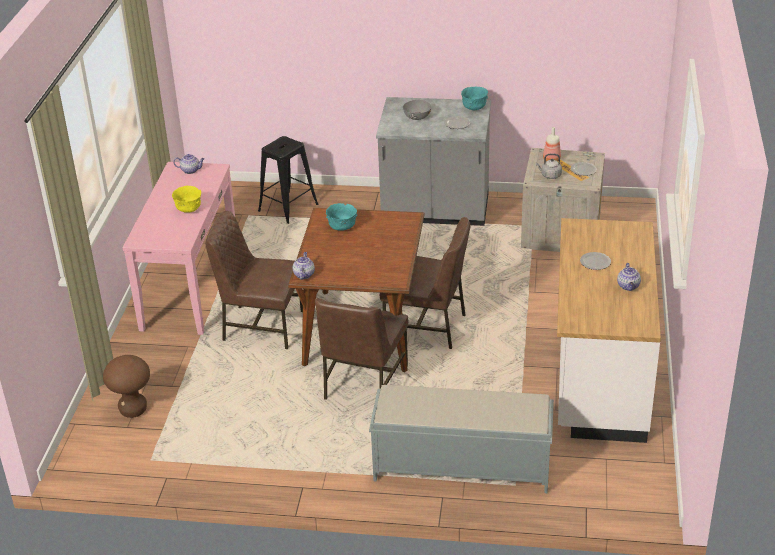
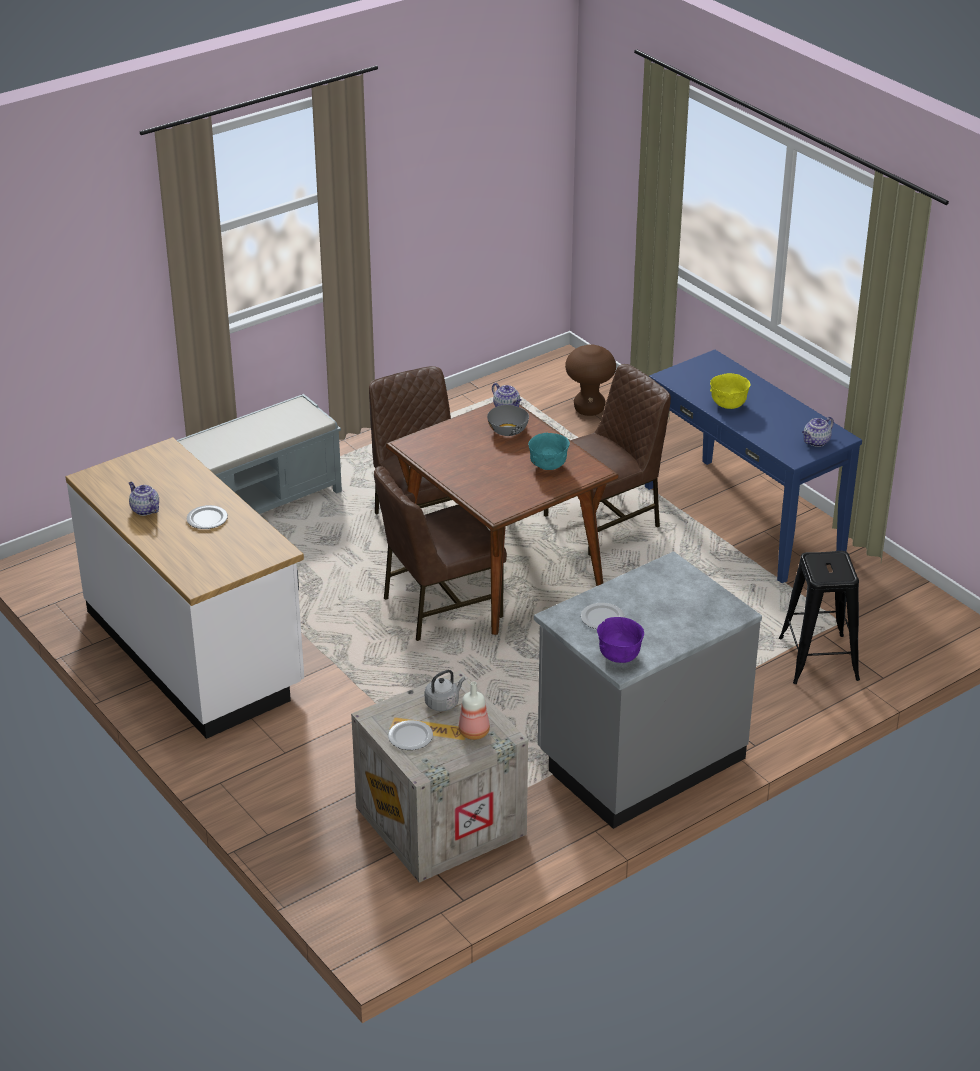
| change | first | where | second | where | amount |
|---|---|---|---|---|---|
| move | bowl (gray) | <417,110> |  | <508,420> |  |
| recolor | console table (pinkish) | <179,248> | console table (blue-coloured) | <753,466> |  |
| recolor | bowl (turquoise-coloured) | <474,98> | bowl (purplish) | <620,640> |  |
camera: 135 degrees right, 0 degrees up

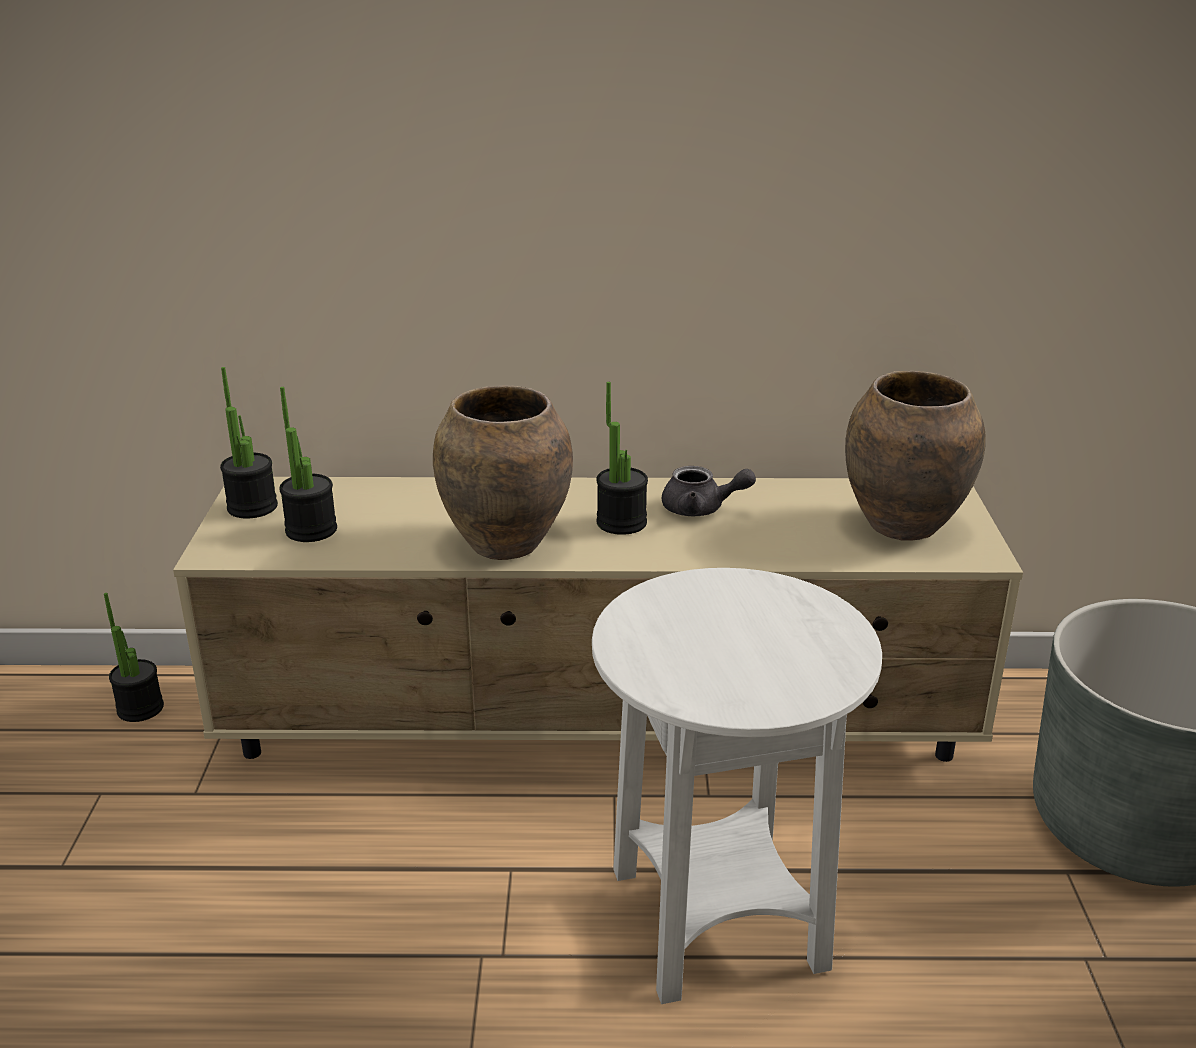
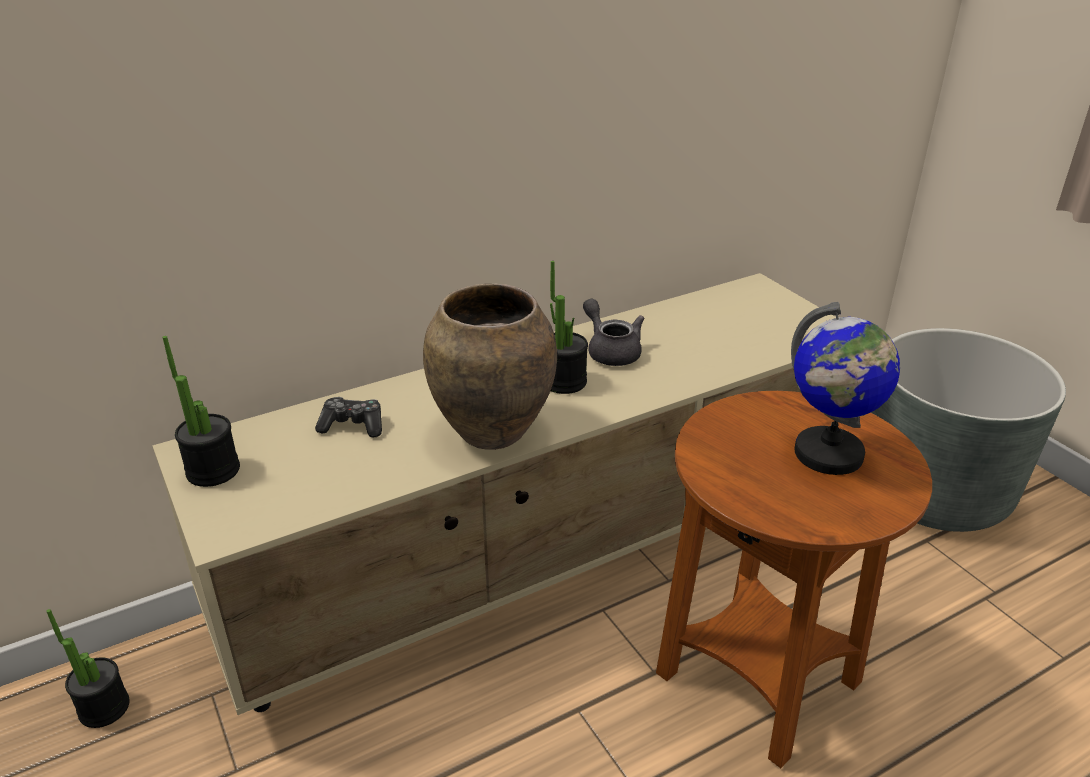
| change | first | where | second | where | amount |
|---|---|---|---|---|---|
| delete | houseplant | <308,464> |  |  |  |
| delete | flower vase (brownish) | <915,456> |  |  |  |
| insert |  |  | joypad | <348,417> |  |
| insert |  |  | desk globe | <845,388> |  |
| recolor | end table (white-coloured) | <737,786> | end table (brownish) | <794,579> |  |
| rotate | tea pot (gray) | <709,491> |  | <613,332> | 105 degrees counterclockwise |
camera: 30 degrees left, 5 degrees up

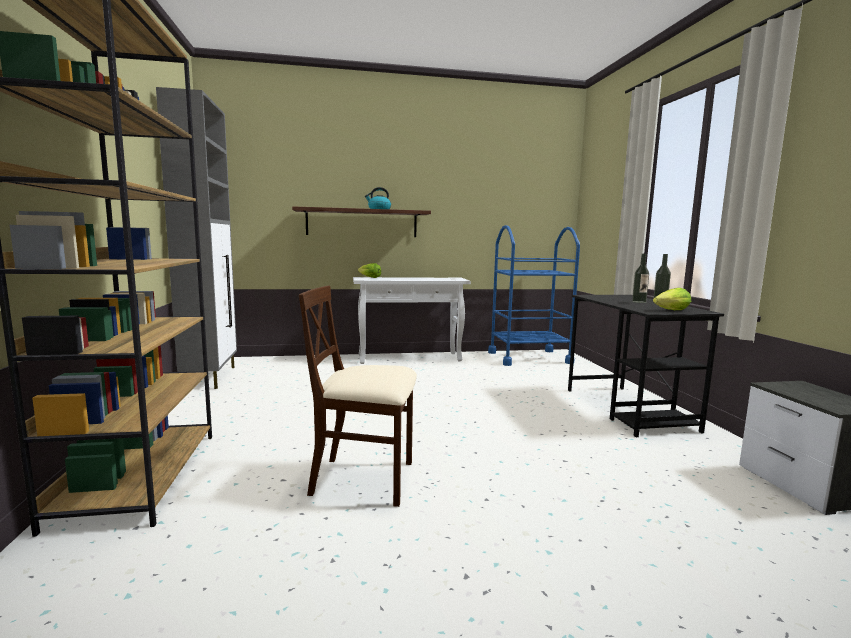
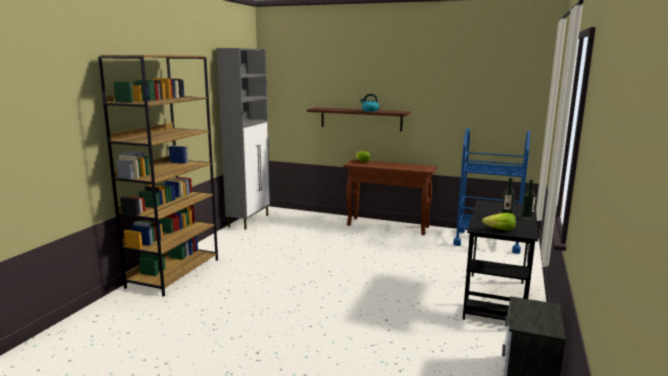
| change | first | where | second | where | amount |
|---|---|---|---|---|---|
| delete | plain chair (beige) | <358,396> |  |  |  |
| recolor | console table (white-coloured) | <412,320> | console table (brownish) | <390,197> |  |
camera: 30 degrees right, 5 degrees up

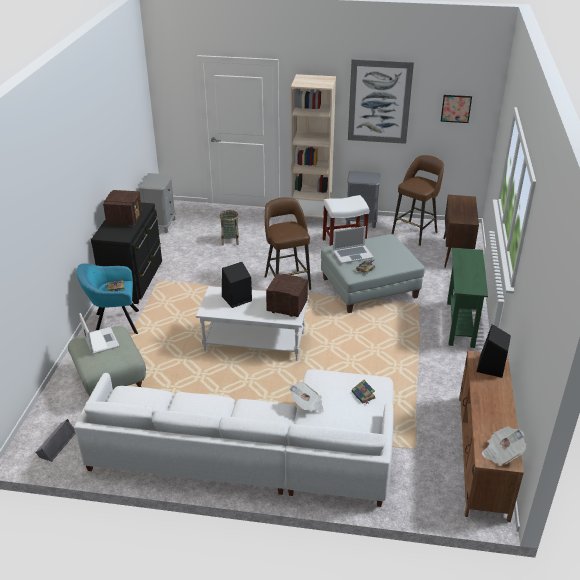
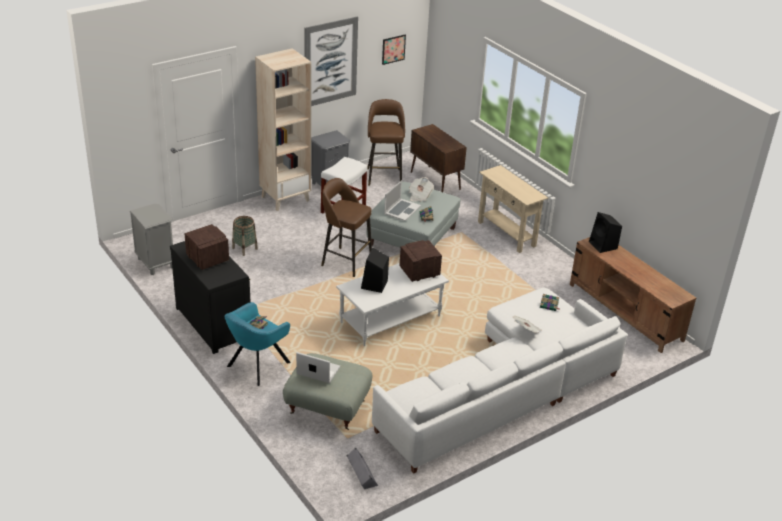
| change | first | where | second | where | amount |
|---|---|---|---|---|---|
| move | daily paper | <504,446> |  | <421,189> |  |
| recolor | console table (greenish) | <467,298> | console table (beige) | <513,209> |  |
camera: 45 degrees left, 0 degrees up

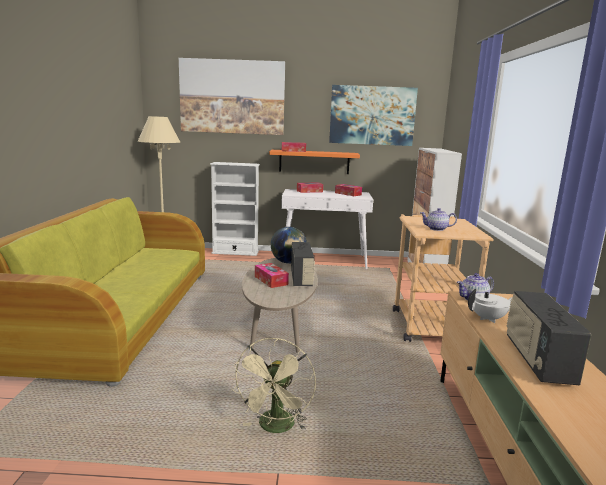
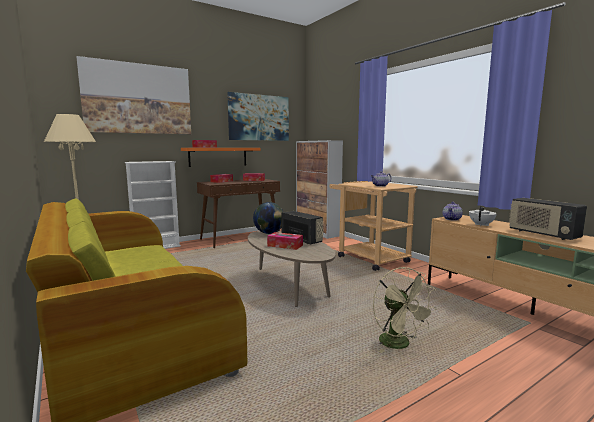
| change | first | where | second | where | amount |
|---|---|---|---|---|---|
| recolor | console table (white-coloured) | <327,229> | console table (brownish) | <238,213> |  |
camera: 35 degrees left, 5 degrees down

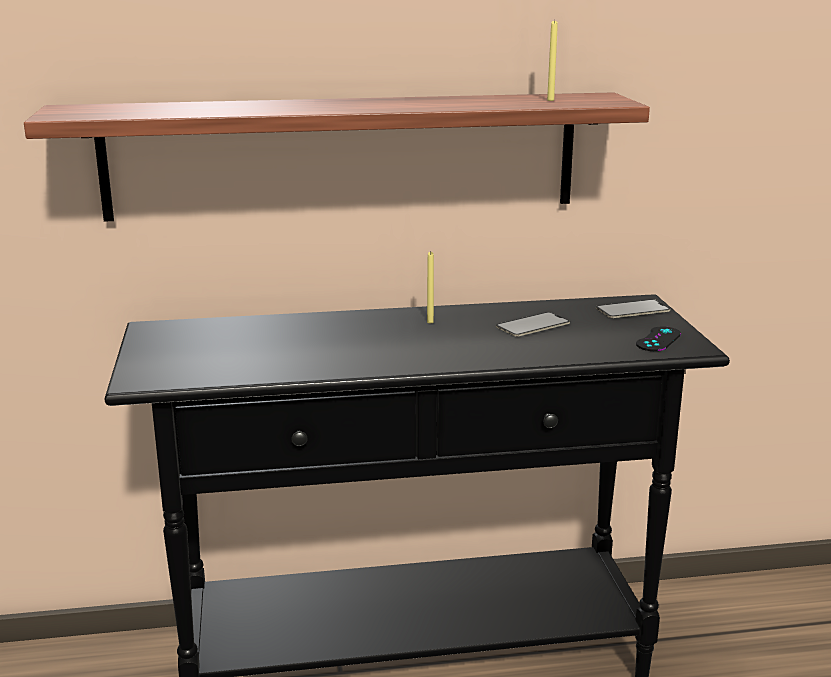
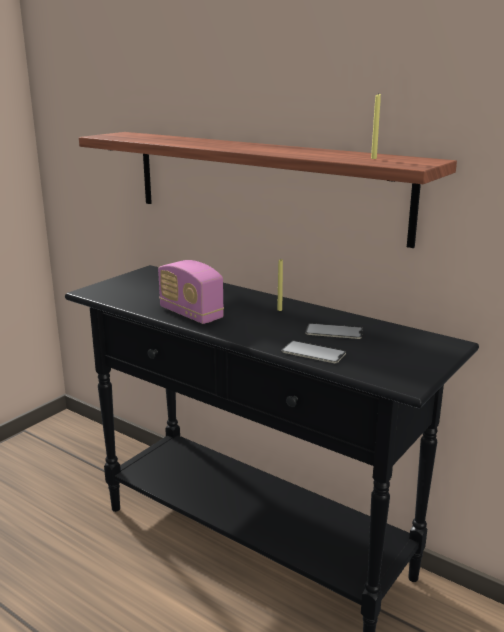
| change | first | where | second | where | amount |
|---|---|---|---|---|---|
| delete | joypad (black-coloured) | <658,338> |  |  |  |
| insert |  |  | radio receiver | <191,292> |  |
| move | telephone | <633,308> |  | <313,352> |  |
camera: 45 degrees right, 0 degrees up

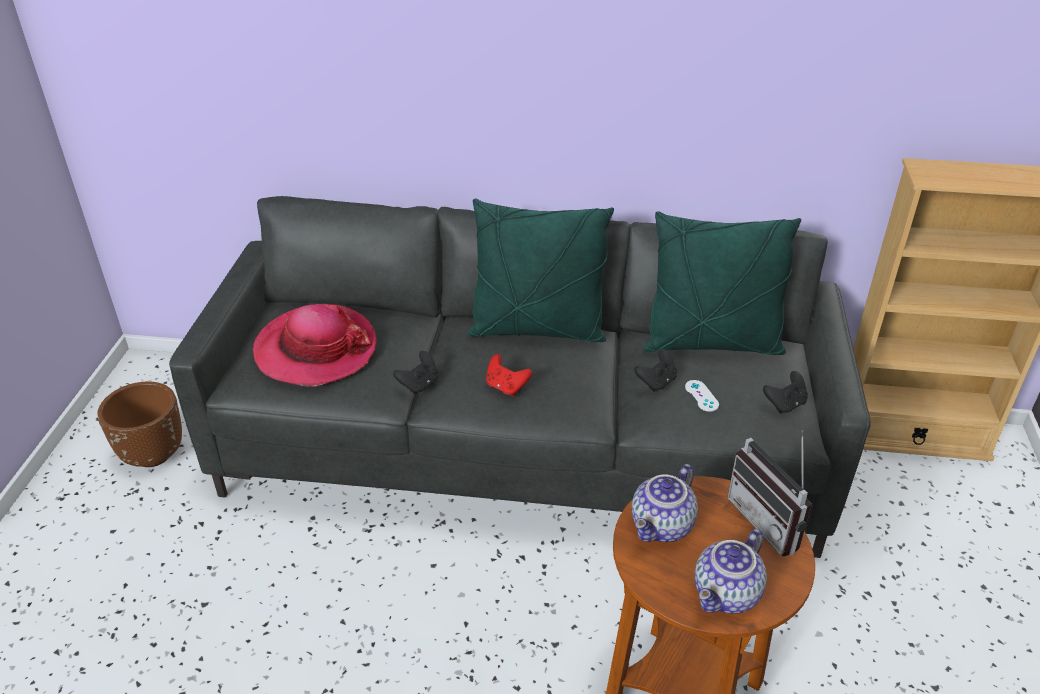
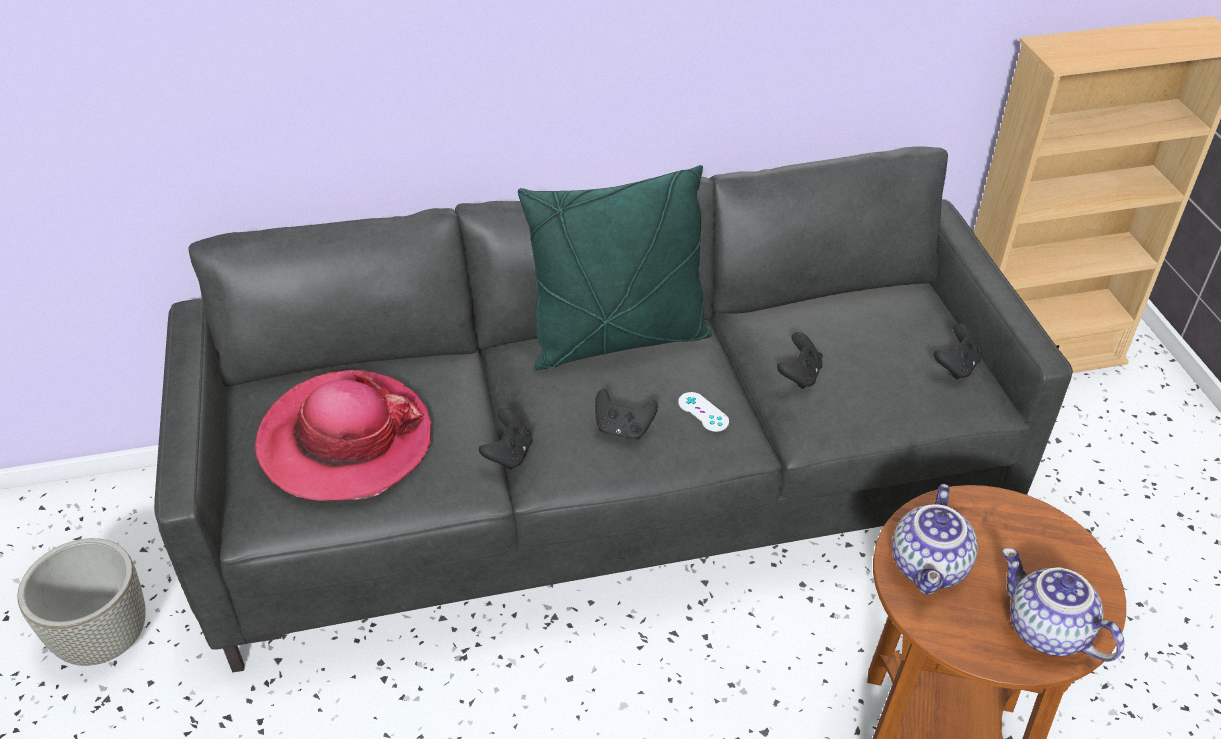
| change | first | where | second | where | amount |
|---|---|---|---|---|---|
| delete | throw pillow (greenish) | <722,283> |  |  |  |
| delete | radio receiver | <769,493> |  |  |  |
| move | joypad (white-coloured) | <702,396> |  | <703,412> |  |
| recolor | flower pot (brownish) | <139,424> | flower pot (gray) | <81,602> |  |
| recolor | joypad (red) | <509,375> | joypad (black-coloured) | <626,414> |  |
| rotate | tea pot | <730,571> |  | <1063,605> | 120 degrees clockwise |
camera: 20 degrees left, 5 degrees up

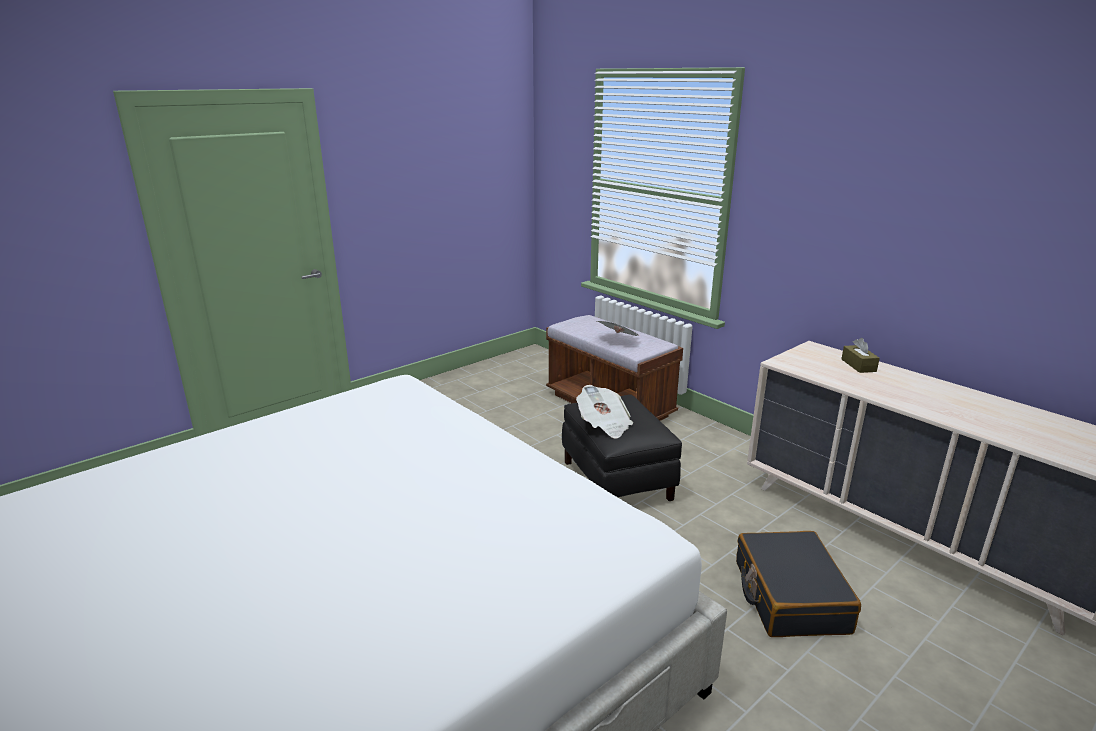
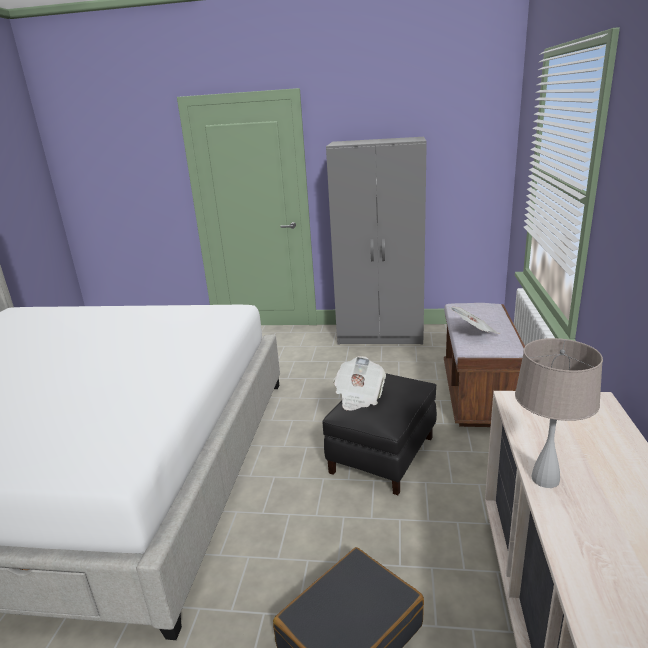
| change | first | where | second | where | amount |
|---|---|---|---|---|---|
| delete | box of tissues (brownish) | <861,355> |  |  |  |
| insert |  |  | clothes cupboard (gray) | <376,240> |  |
| insert |  |  | tabletop lamp (beige) | <559,413> |  |
camera: 50 degrees right, 0 degrees up

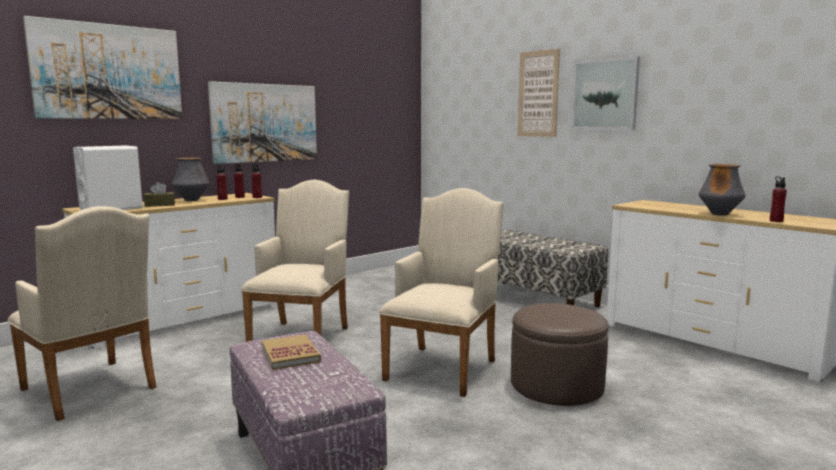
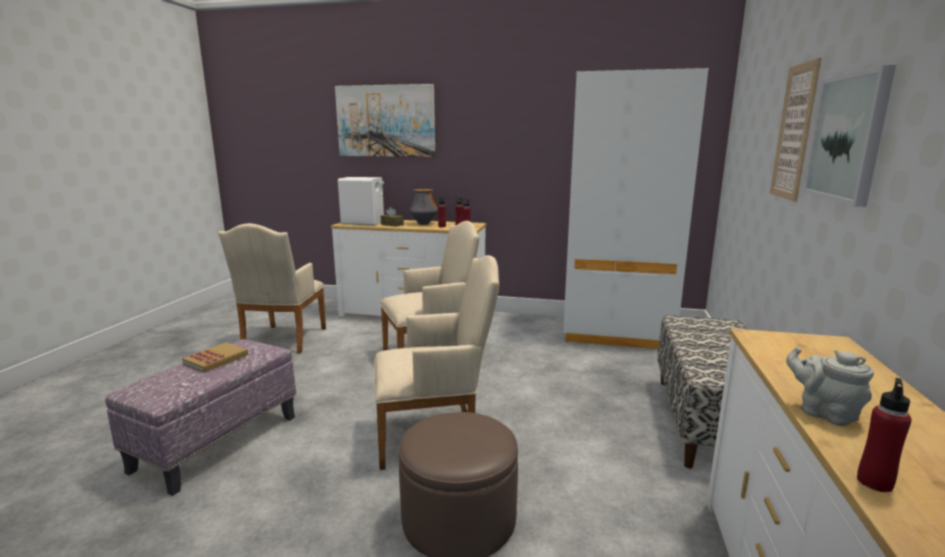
| change | first | where | second | where | amount |
|---|---|---|---|---|---|
| delete | picture | <262,122> |  |  |  |
| insert |  |  | clothes cupboard (white-coloured) | <636,208> |  |
| replace | flower vase | <722,190> | tea pot (gray) | <830,386> |  |
camera: 55 degrees right, 5 degrees up

